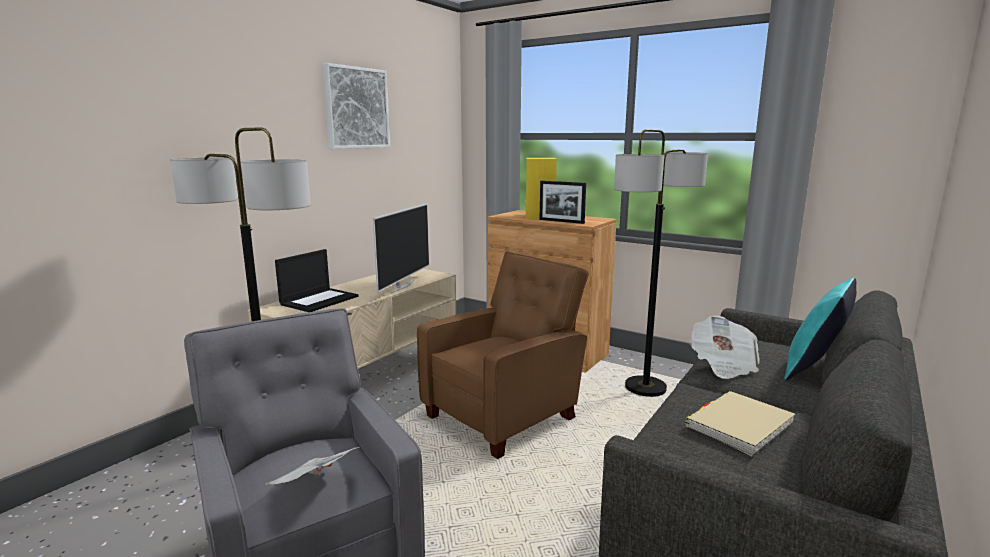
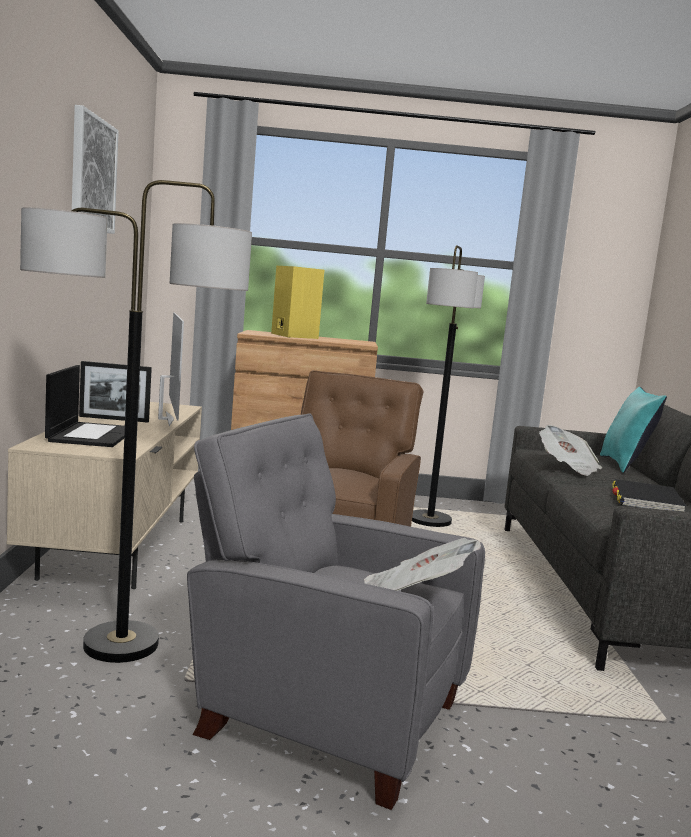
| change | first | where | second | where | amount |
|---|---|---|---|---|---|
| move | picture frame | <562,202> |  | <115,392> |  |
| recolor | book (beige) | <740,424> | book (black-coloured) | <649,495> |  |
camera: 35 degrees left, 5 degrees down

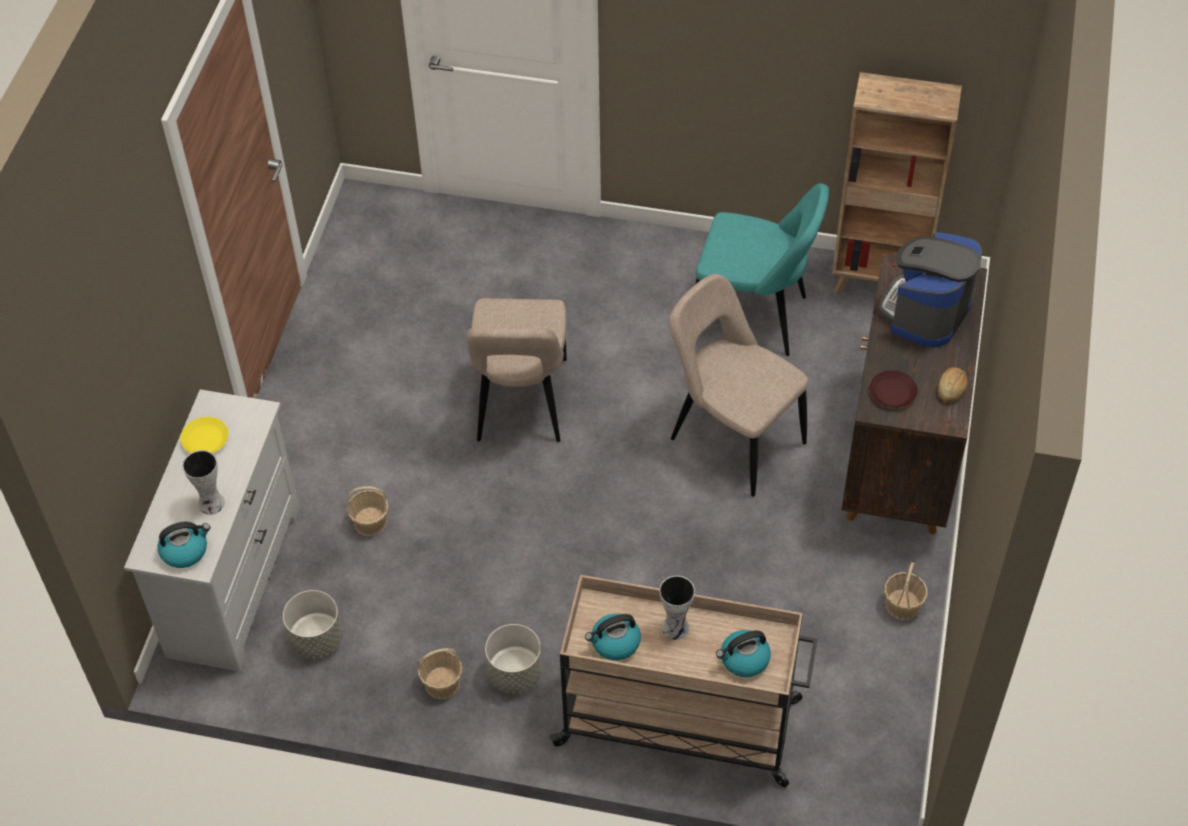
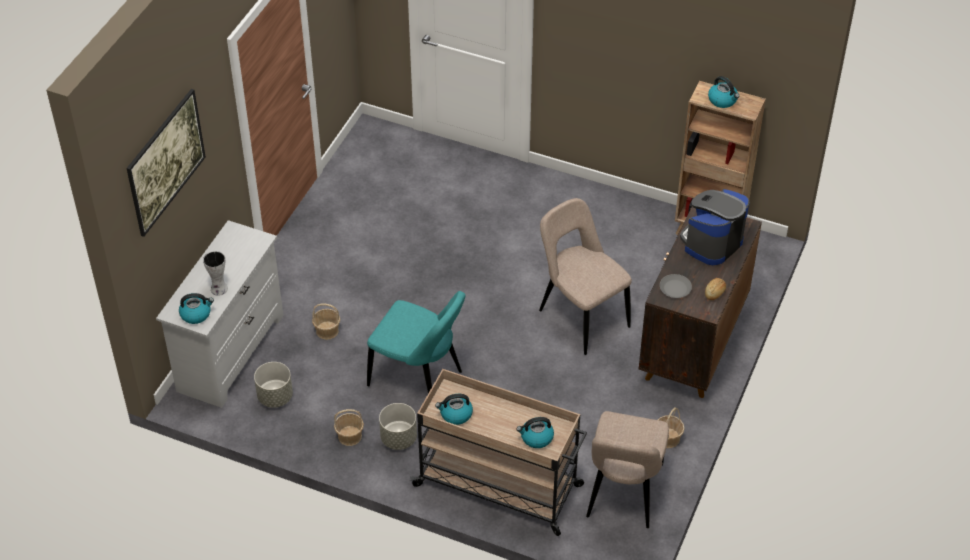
| change | first | where | second | where | amount |
|---|---|---|---|---|---|
| delete | flat dish (yellowish) | <204,435> |  |  |  |
| delete | flower vase | <677,608> |  |  |  |
| insert |  |  | picture | <166,163> |  |
| insert |  |  | kettle | <723,92> |  |
| move | plain chair (beige) | <516,370> |  | <627,469> |  |
| move | plain chair (turquoise-coloured) | <762,269> |  | <416,342> |  |
| recolor | flat dish (brownish) | <894,389> | flat dish (gray) | <676,286> |  |
camera: 10 degrees right, 5 degrees down

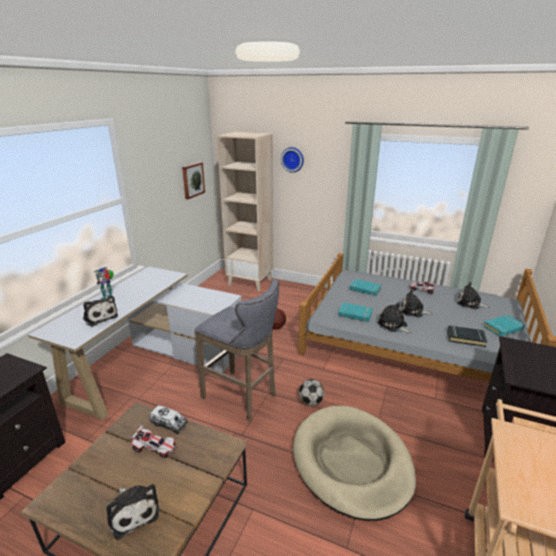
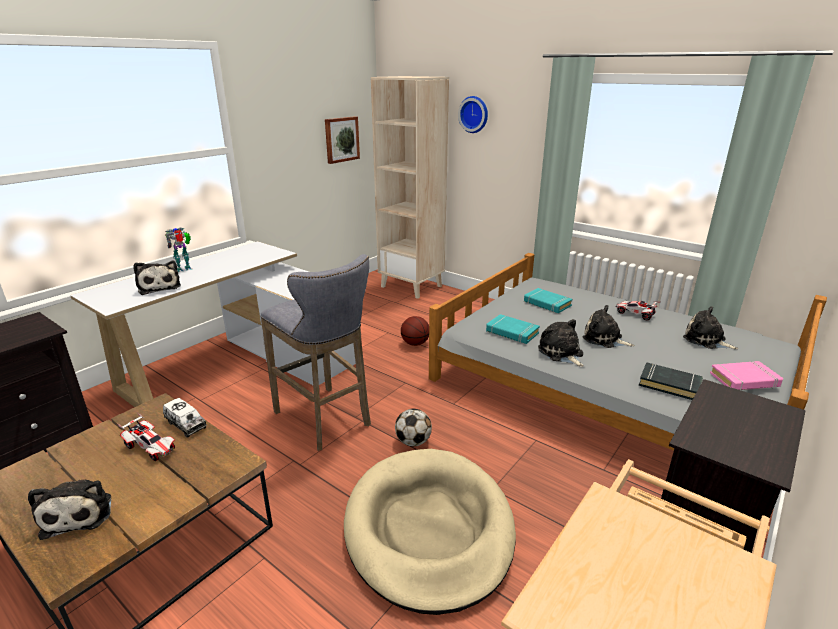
| change | first | where | second | where | amount |
|---|---|---|---|---|---|
| recolor | book (turquoise-coloured) | <504,325> | book (pinkish) | <746,375> |  |
camera: 15 degrees right, 0 degrees up

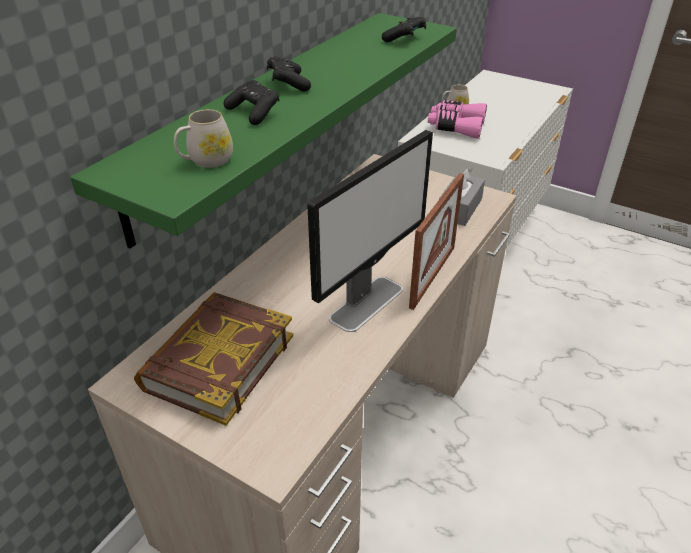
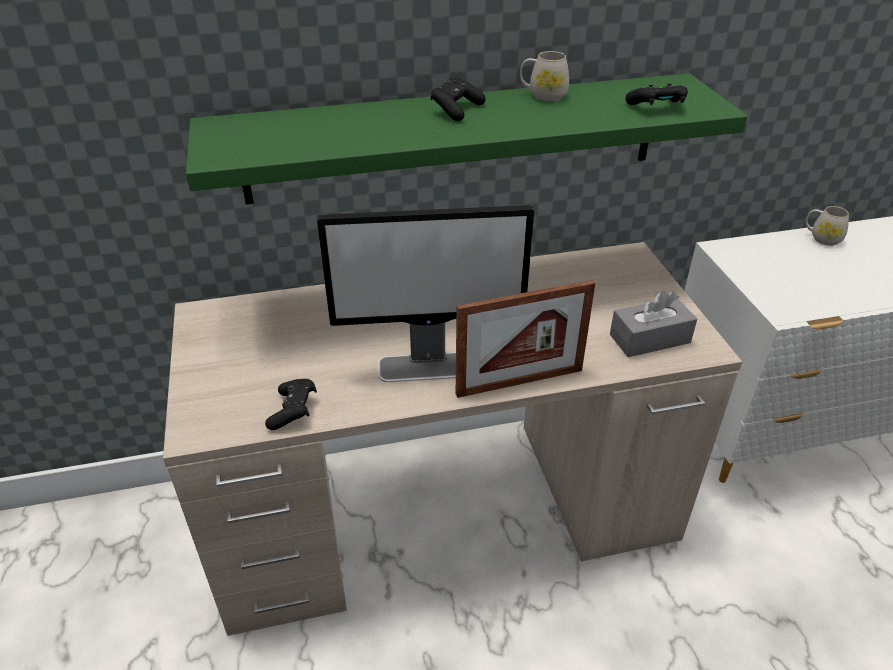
| change | first | where | second | where | amount |
|---|---|---|---|---|---|
| delete | book | <213,359> |  |  |  |
| delete | binoculars (pinkish) | <457,119> |  |  |  |
| move | coffee mug (white-coloured) | <203,138> |  | <544,76> |  |
| move | joypad (black-coloured) | <251,102> |  | <291,404> |  |
camera: 45 degrees right, 0 degrees up

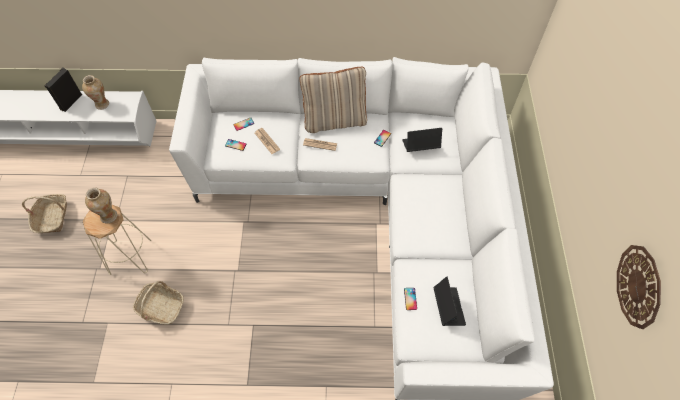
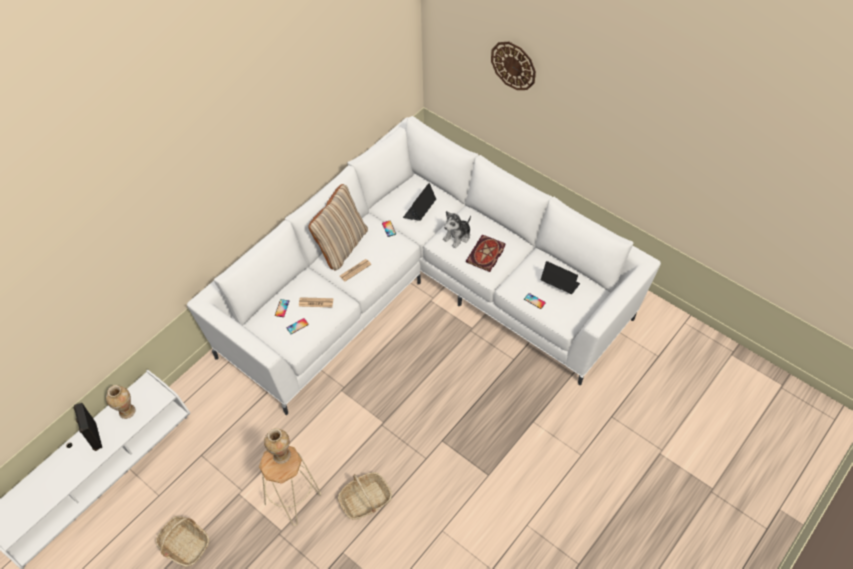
| change | first | where | second | where | amount |
|---|---|---|---|---|---|
| insert |  |  | soft toy | <457,229> |  |
| insert |  |  | book | <486,253> |  |
| move | clock on the wall | <639,287> |  | <513,66> |  |
camera: 50 degrees left, 5 degrees down

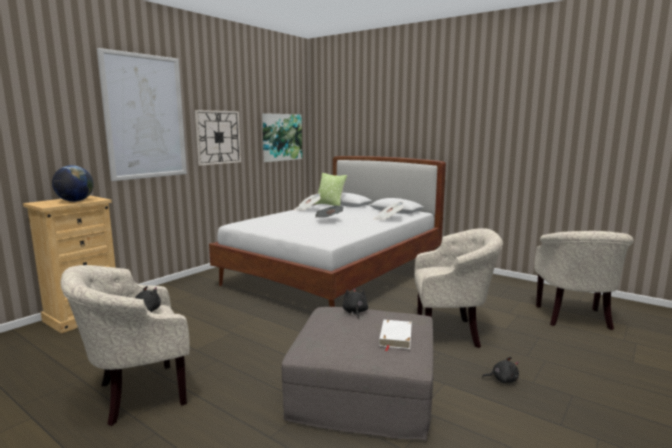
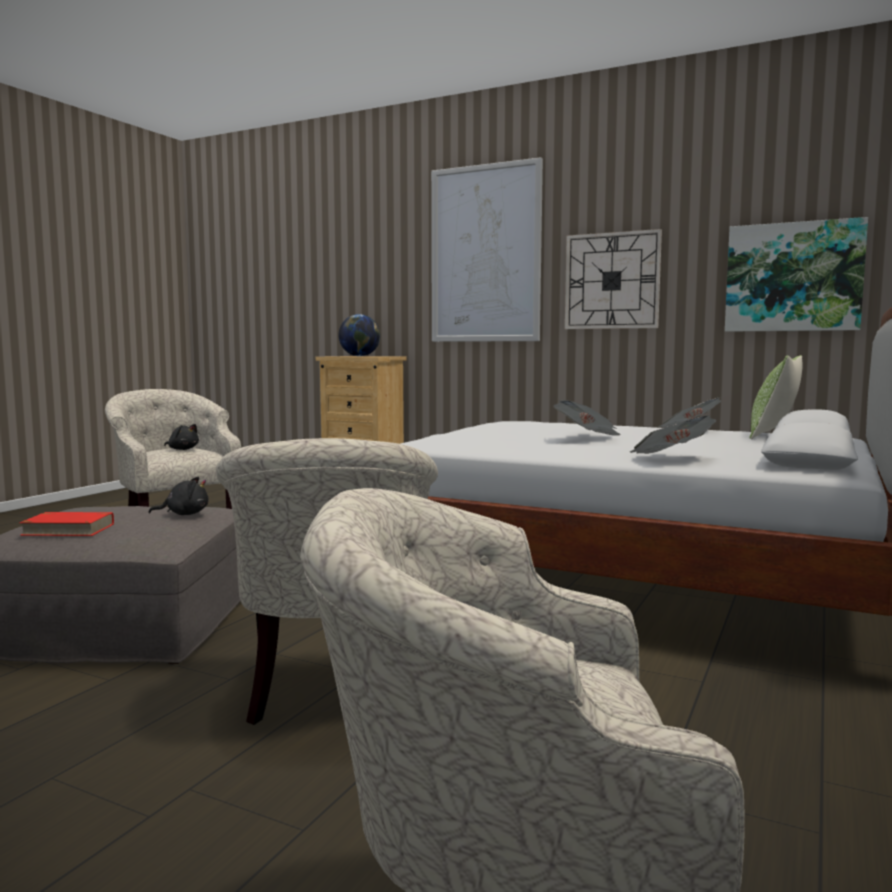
| change | first | where | second | where | amount |
|---|---|---|---|---|---|
| delete | soft toy (black-coloured) | <500,370> |  |  |  |
| recolor | book (white-coloured) | <395,335> | book (red) | <66,524> |  |
camera: 80 degrees right, 5 degrees down

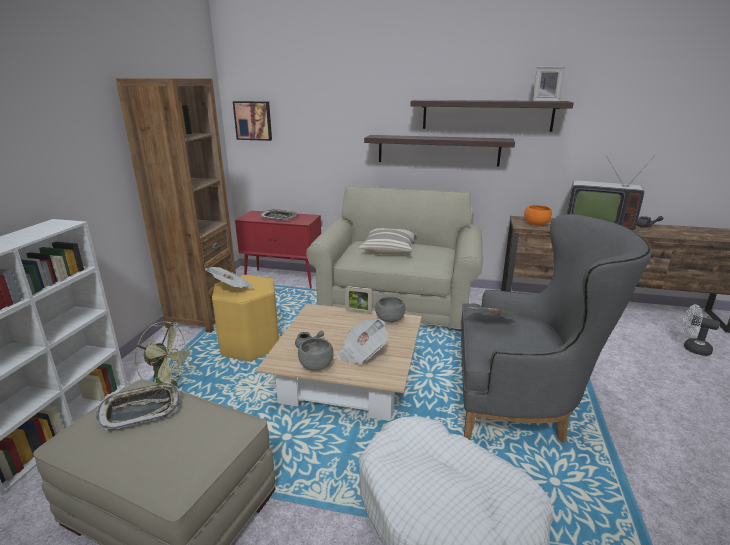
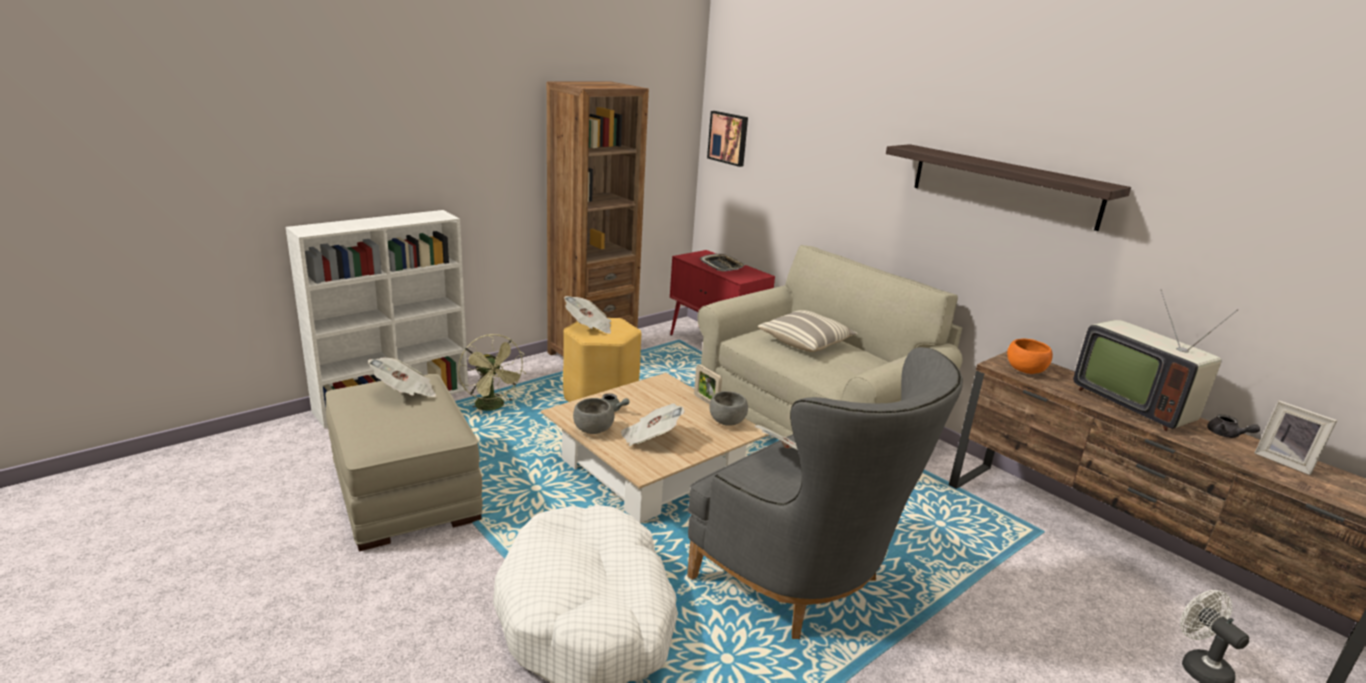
| change | first | where | second | where | amount |
|---|---|---|---|---|---|
| delete | bracket shelf | <439,151> |  |  |  |
| move | picture frame | <549,84> |  | <1296,438> |  |
| replace | carrying tray | <138,406> | daily paper | <402,377> |  |
camera: 35 degrees right, 0 degrees up

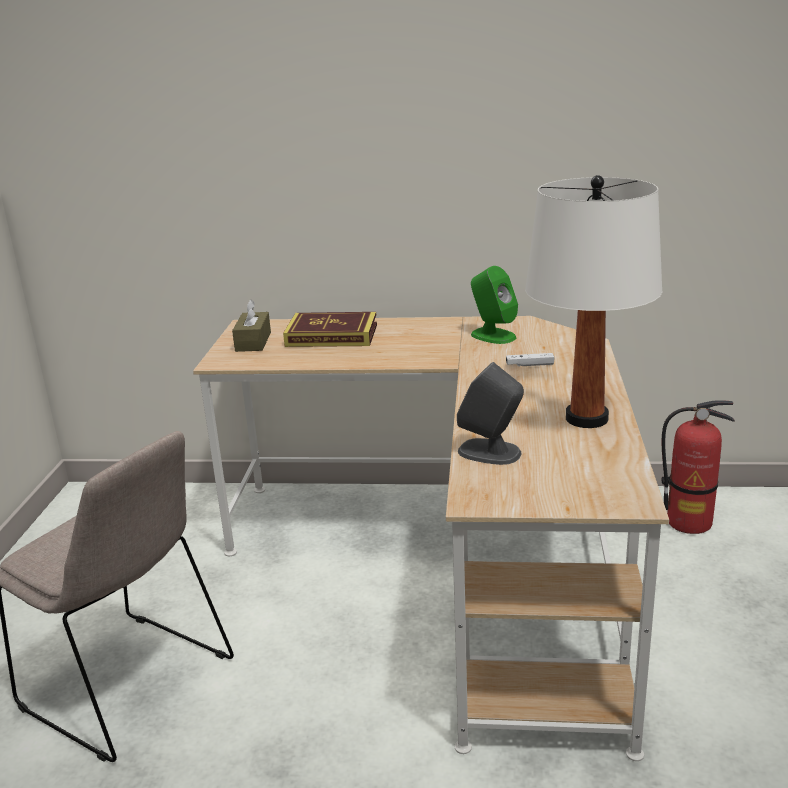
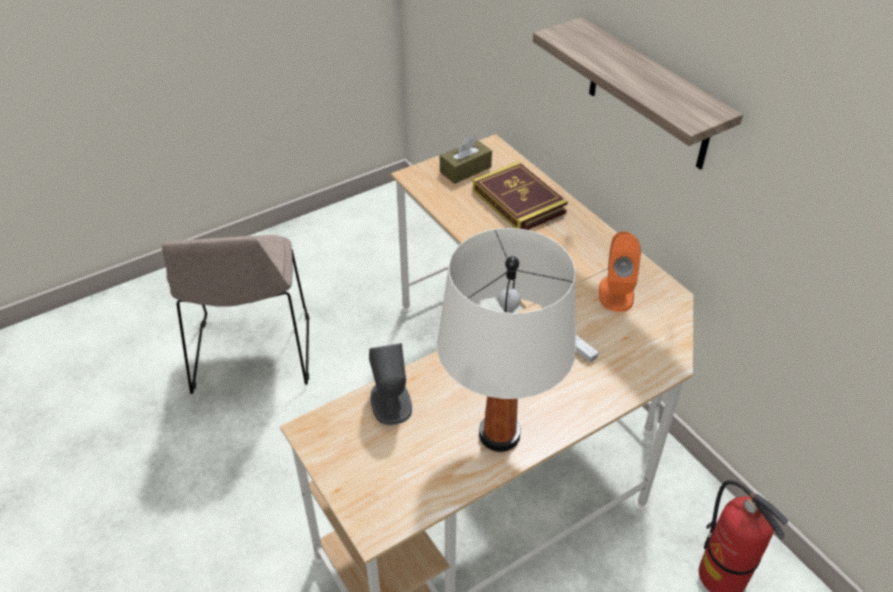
| change | first | where | second | where | amount |
|---|---|---|---|---|---|
| insert |  |  | bracket shelf | <638,93> |  |
| recolor | speaker (greenish) | <494,305> | speaker (orangey) | <620,272> |  |
camera: 50 degrees right, 20 degrees up

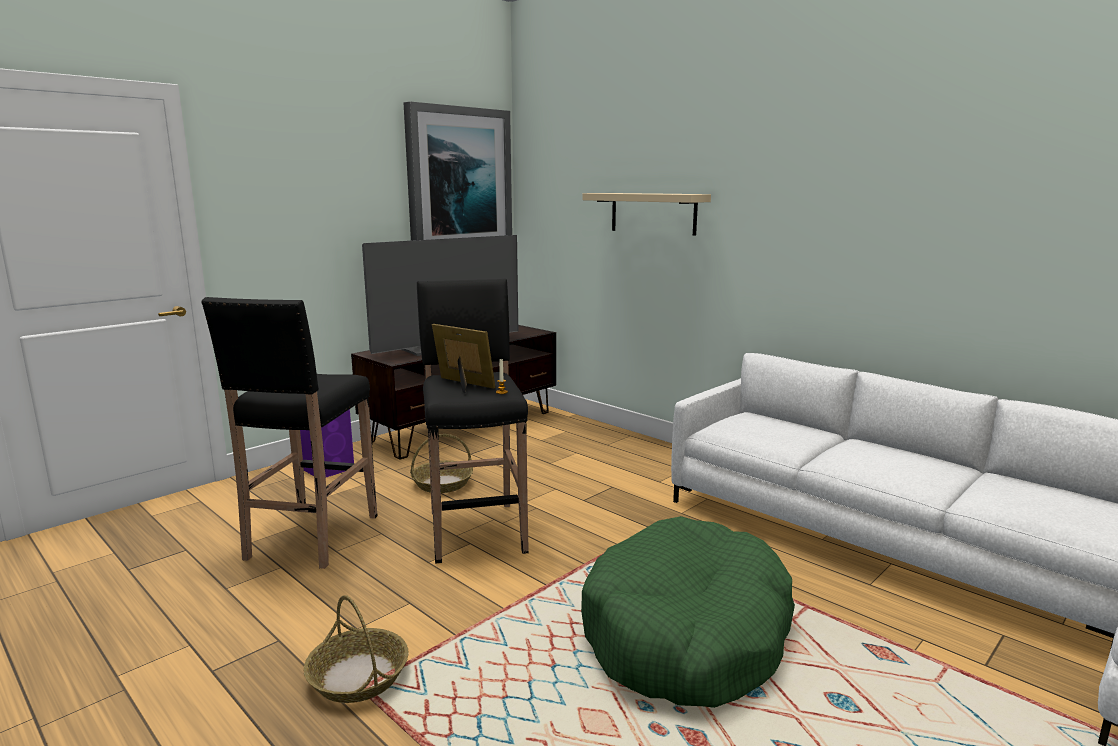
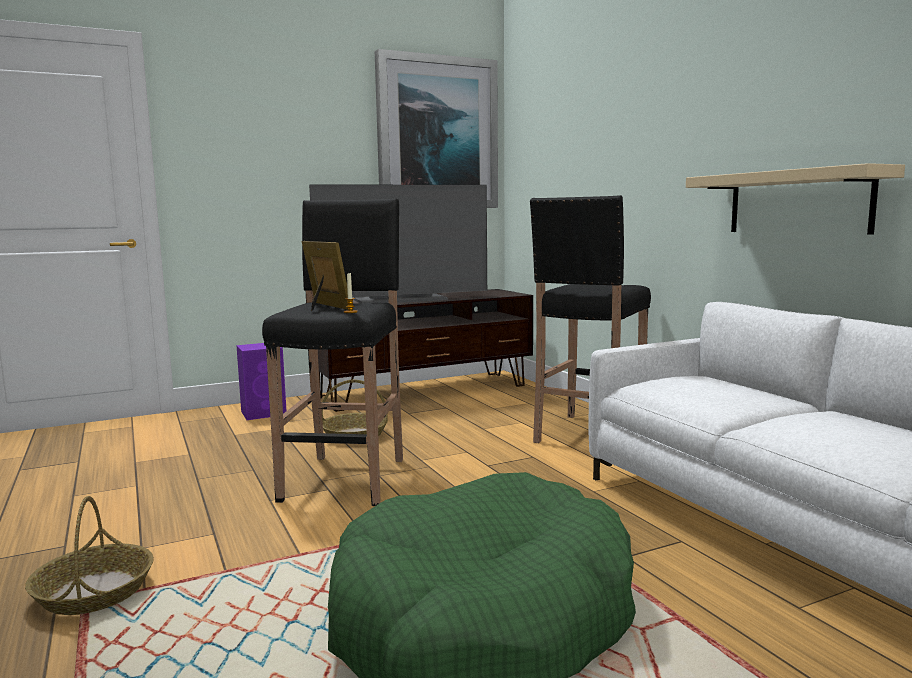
| change | first | where | second | where | amount |
|---|---|---|---|---|---|
| move | sitting stool (black-coloured) | <289,433> |  | <590,319> |  |
| move | bracket shelf (beige) | <647,214> |  | <795,198> |  |
camera: 20 degrees right, 5 degrees down

